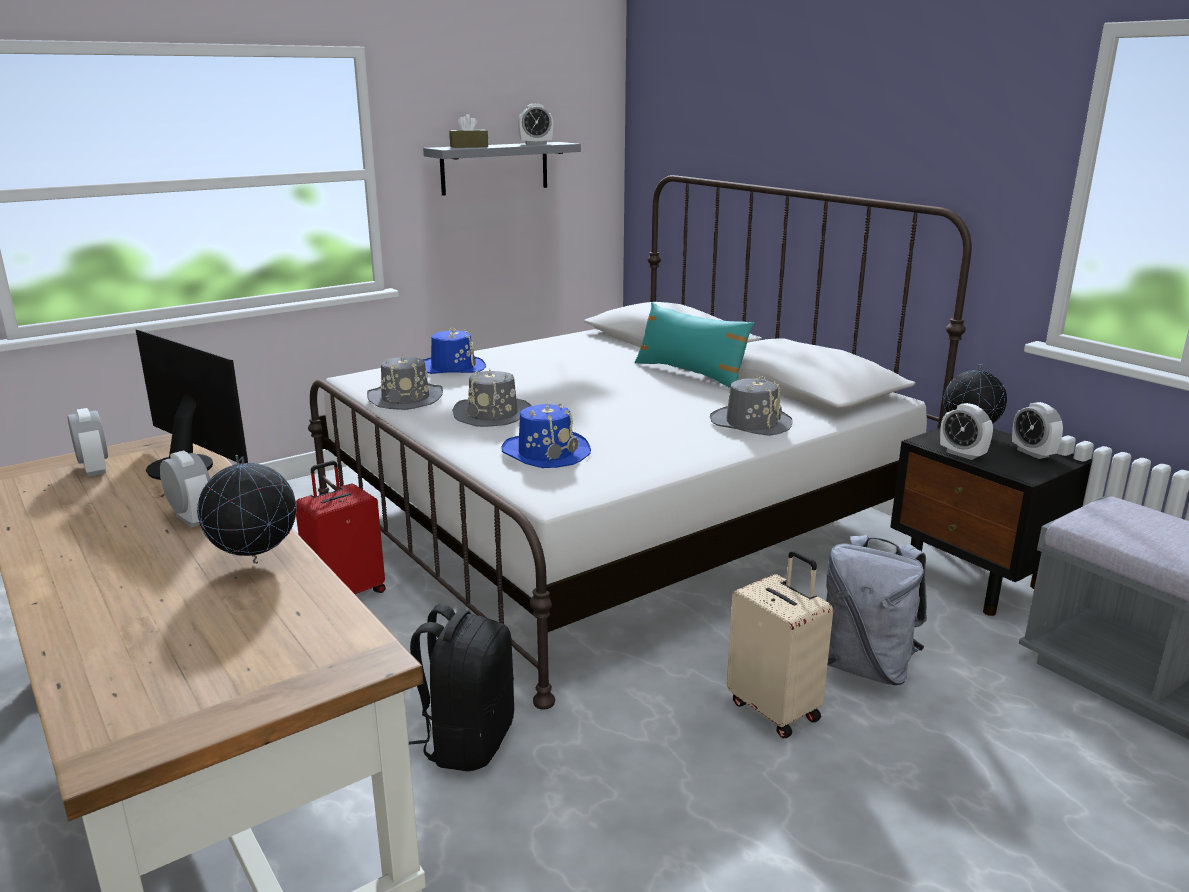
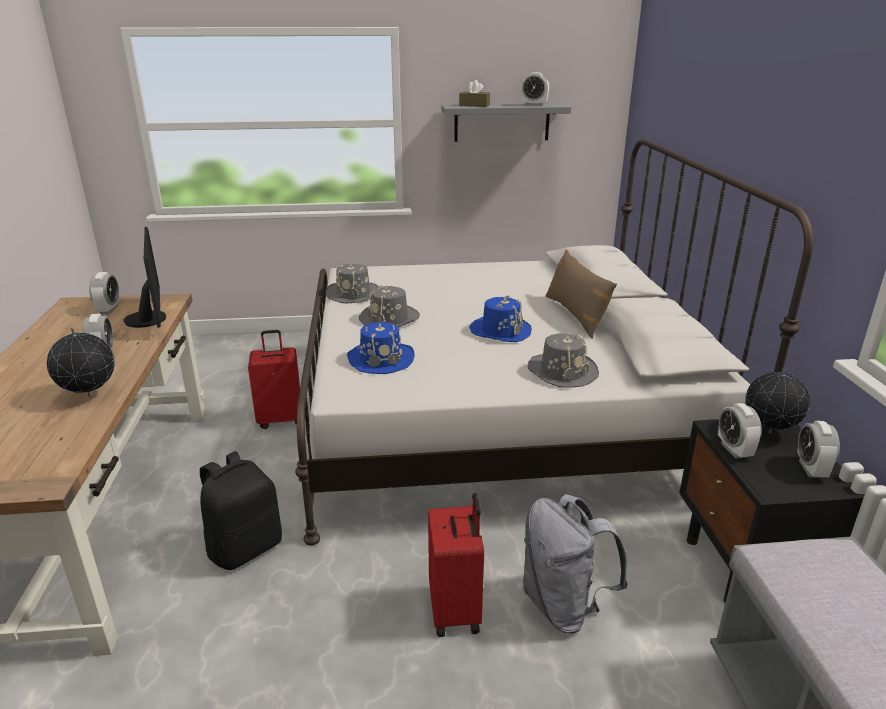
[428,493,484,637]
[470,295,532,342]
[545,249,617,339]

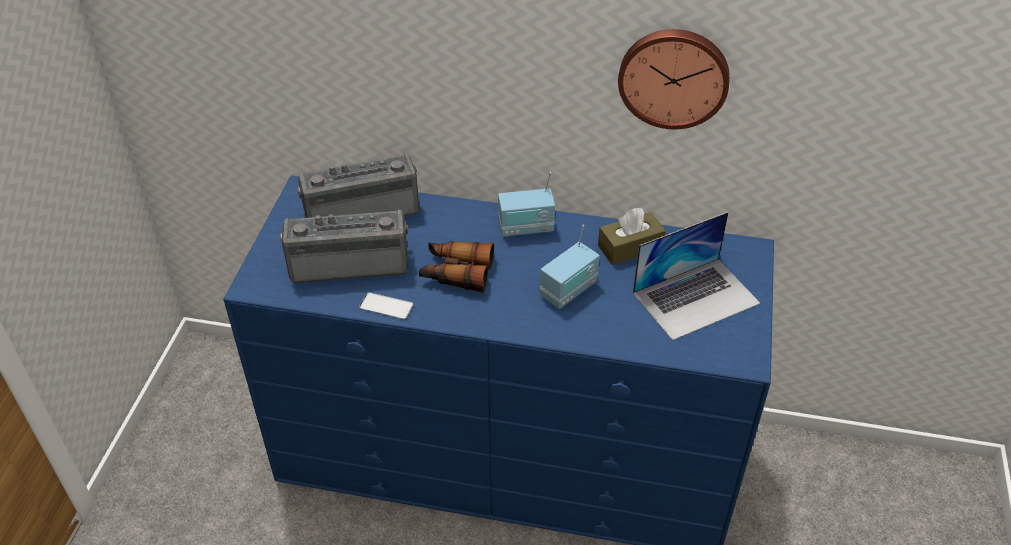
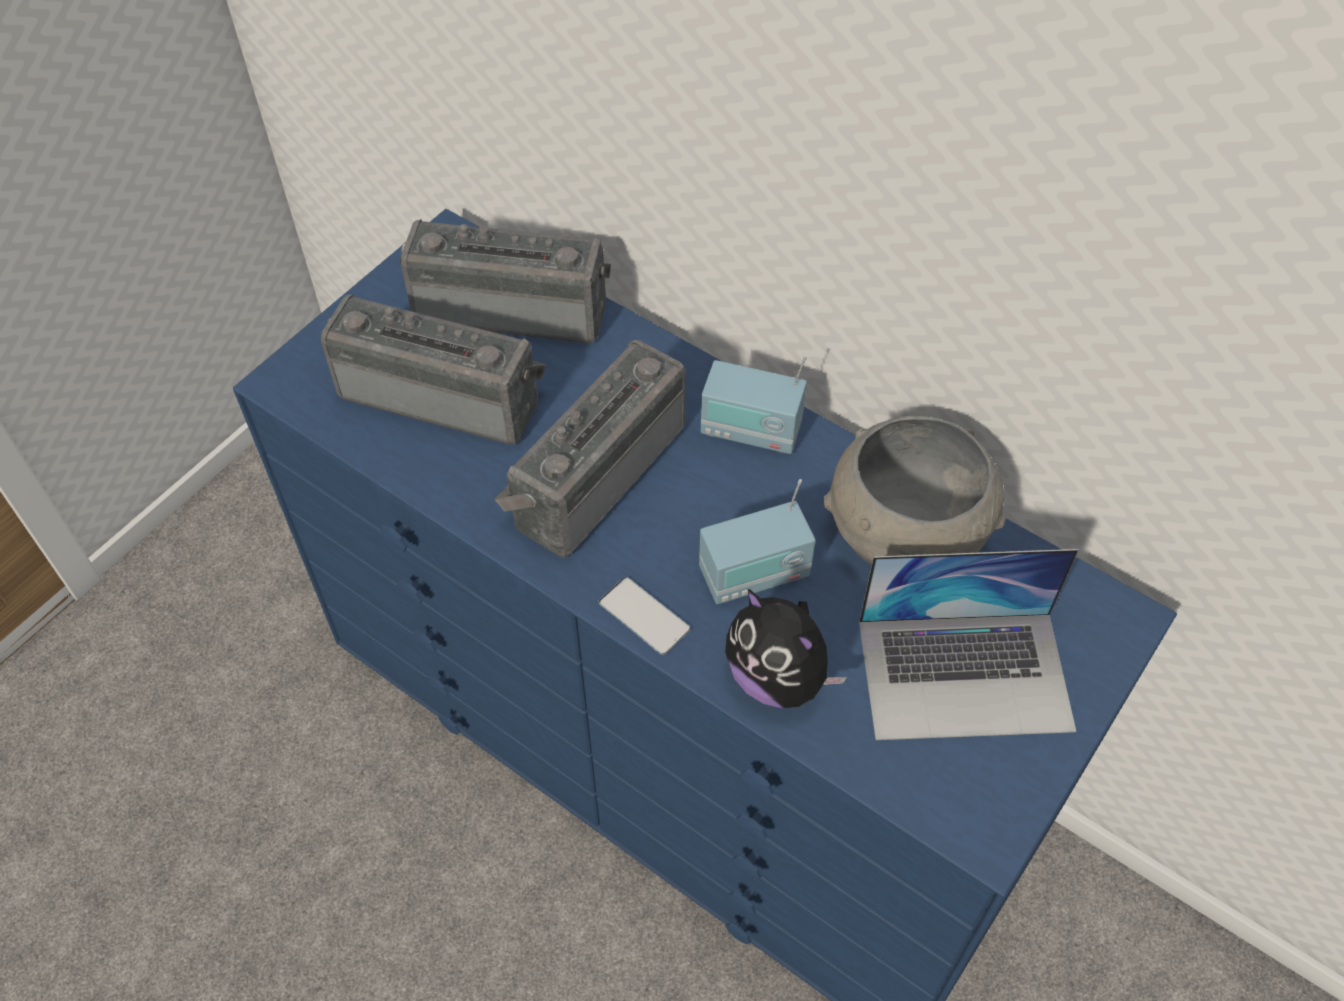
[494,340,685,558]
[598,577,691,655]
[725,588,847,708]
[824,416,1006,565]
[618,29,730,129] (first image)

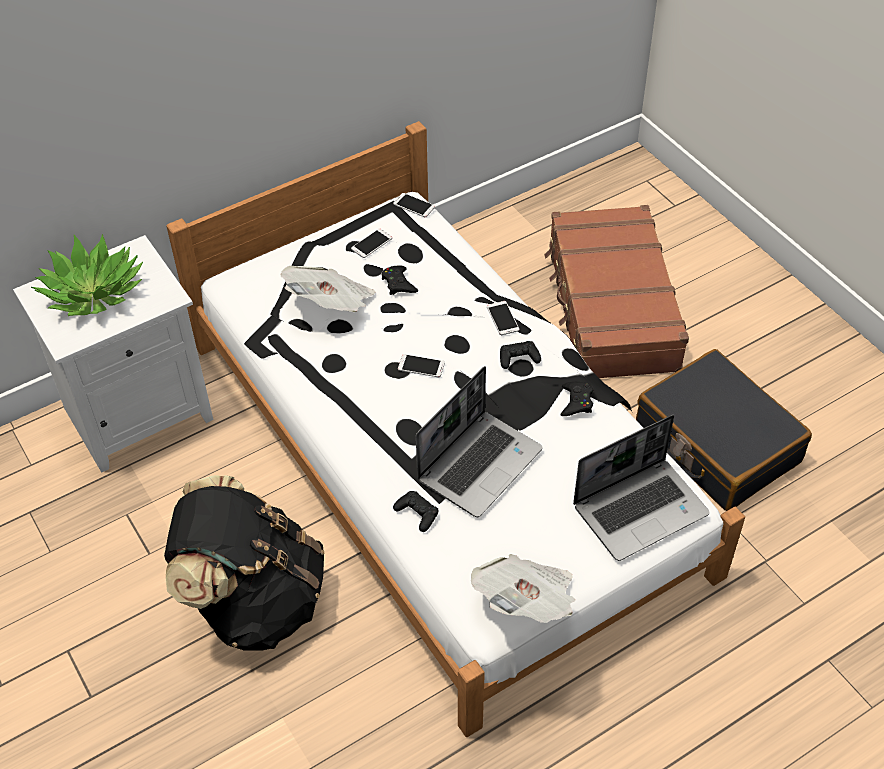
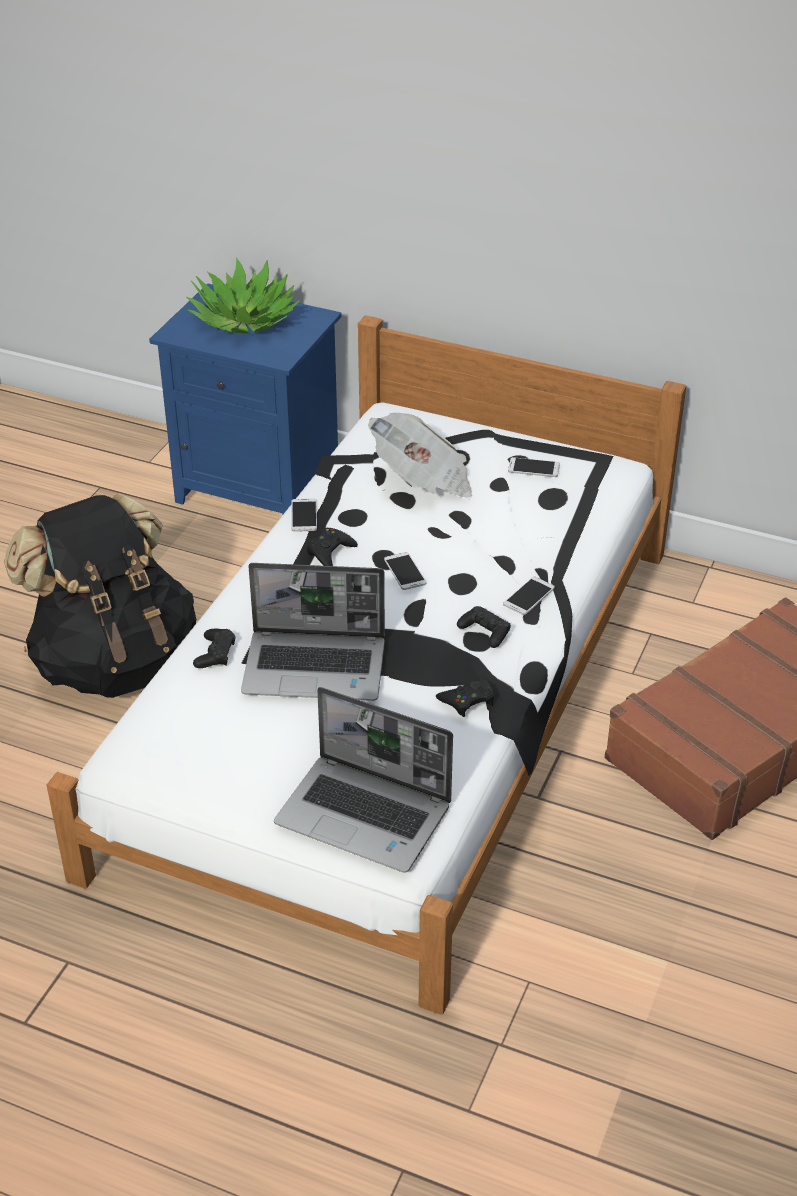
[149,283,342,514]
[291,498,317,532]
[306,528,358,566]
[471,554,575,623] (first image)
[636,349,812,511] (first image)

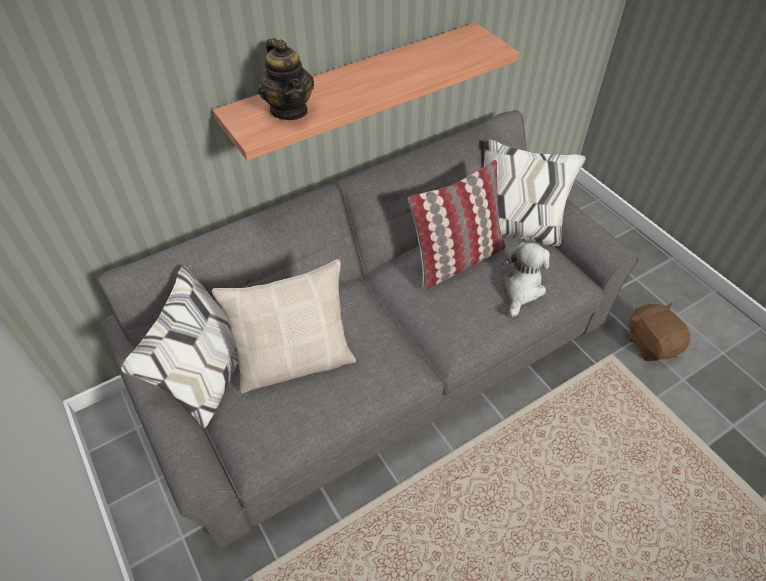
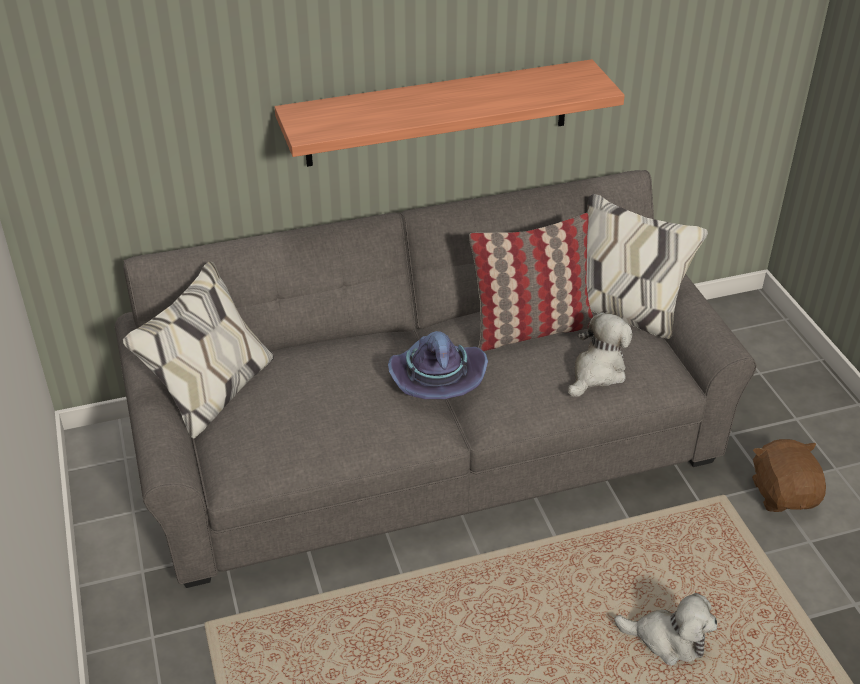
[388,331,488,399]
[614,593,717,666]
[212,259,356,394] (first image)
[258,38,314,120] (first image)

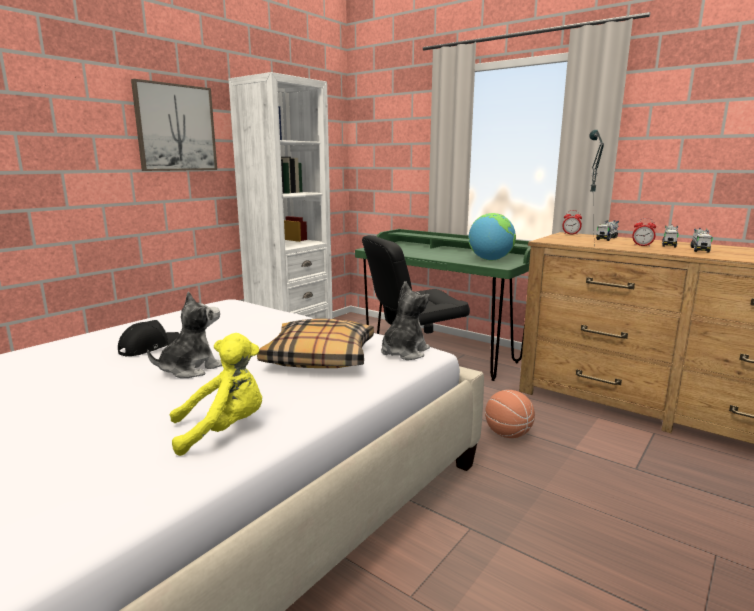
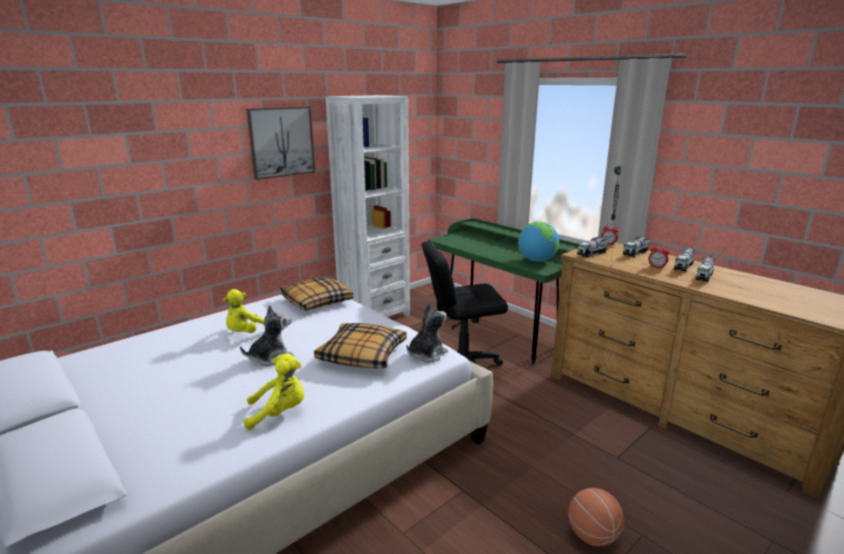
[223,289,264,333]
[281,277,353,311]
[568,488,624,547]
[577,237,608,257]

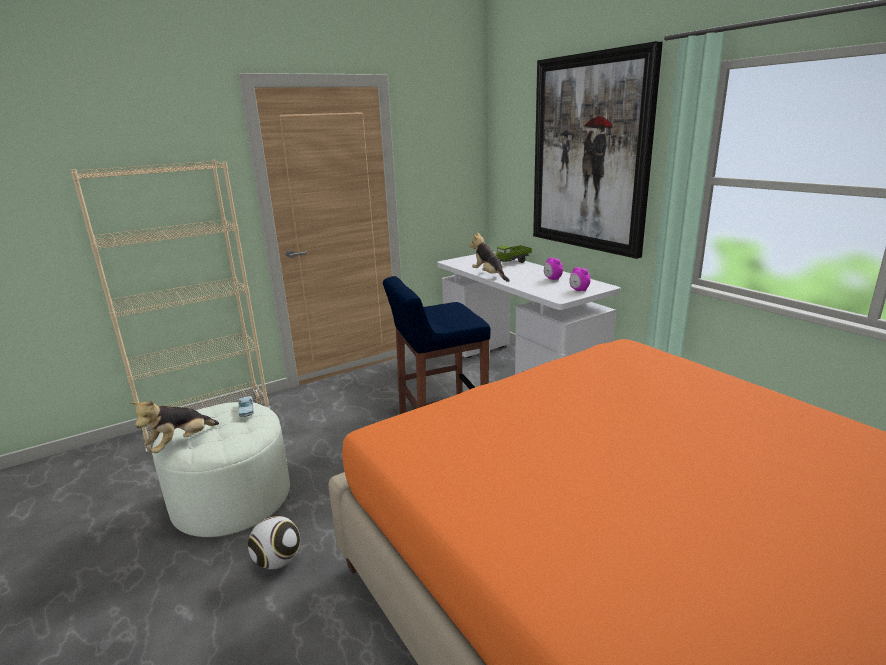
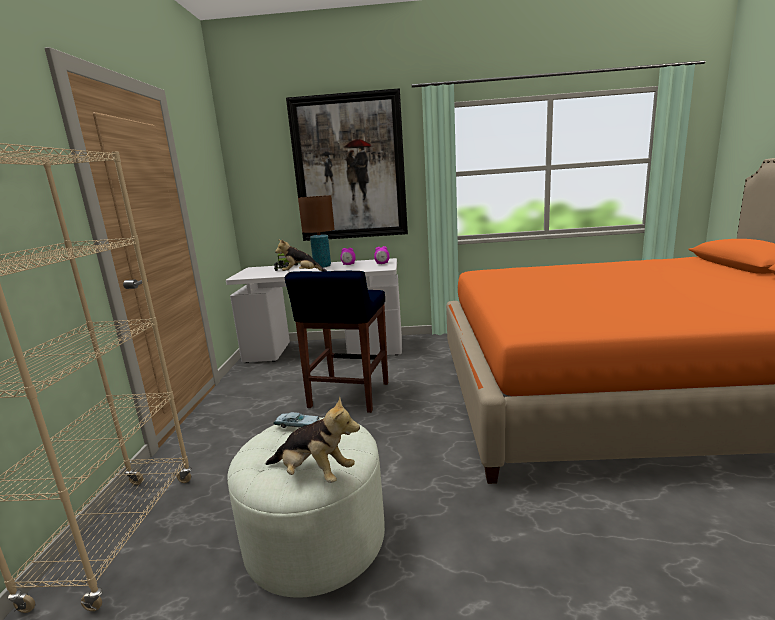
[266,397,360,483]
[298,195,335,268]
[248,516,300,569] (first image)

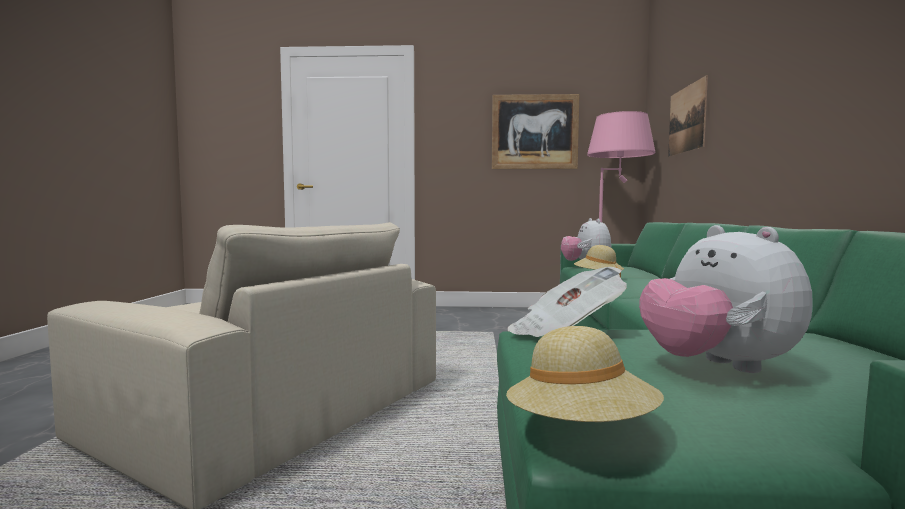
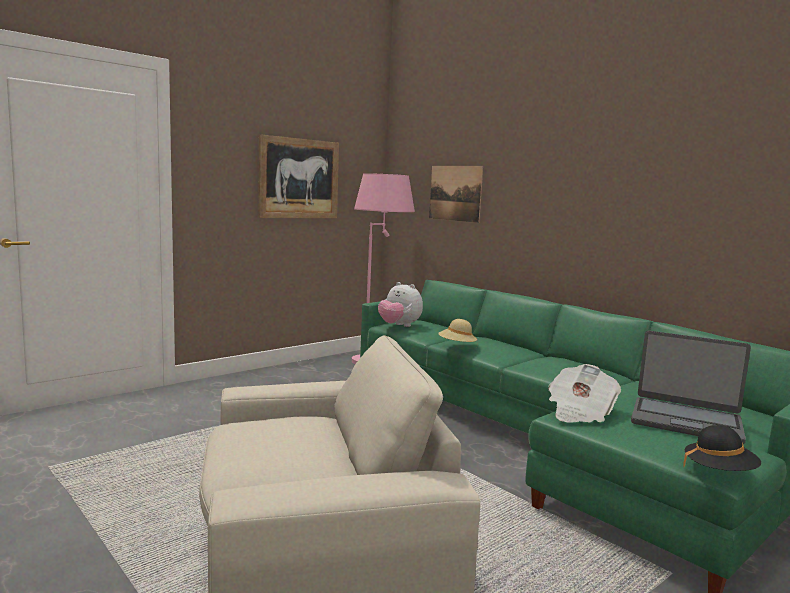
[631,331,751,444]
[683,425,761,471]

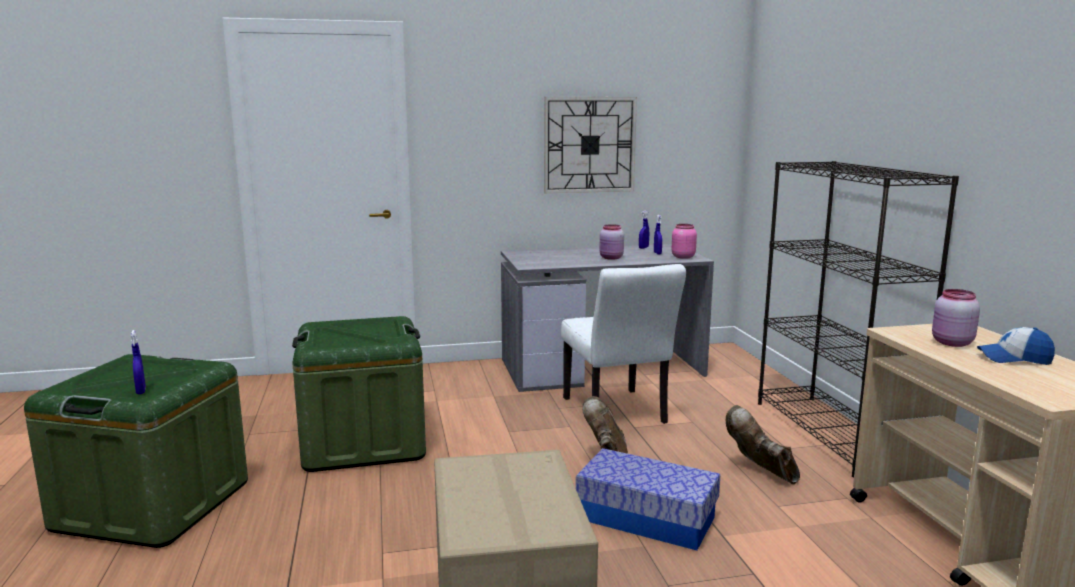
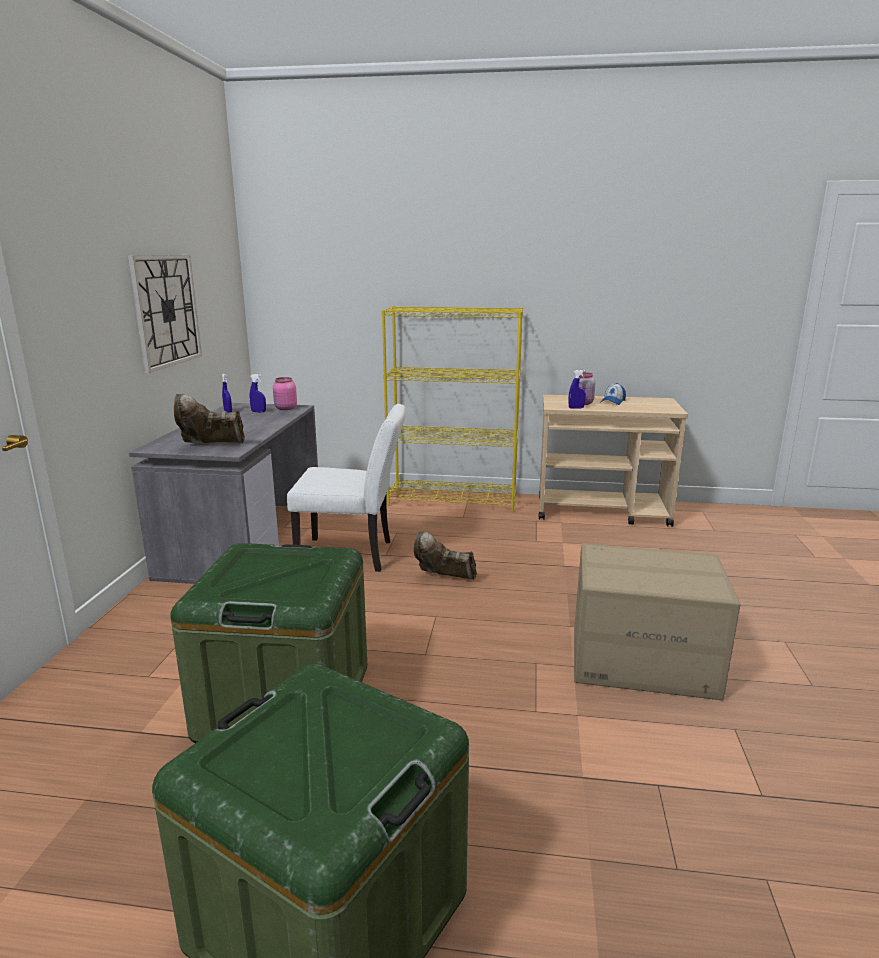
[174,394,245,443]
[381,306,523,512]
[569,370,586,409]
[576,448,720,550] (first image)
[599,224,624,260] (first image)

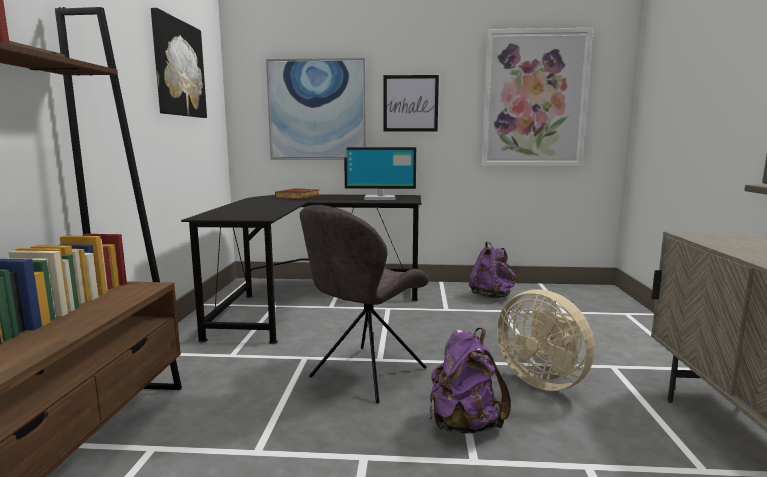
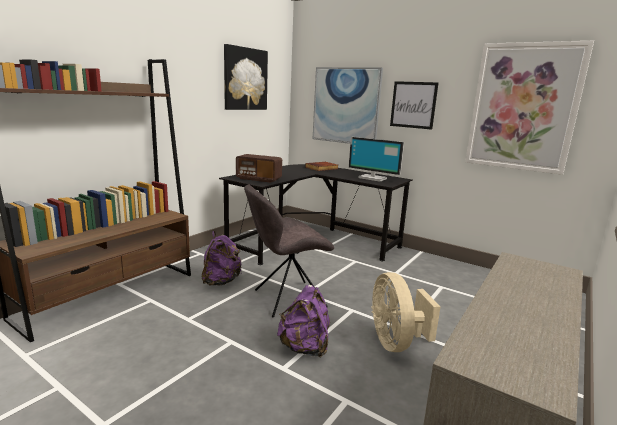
[202,231,242,286]
[236,154,282,183]

